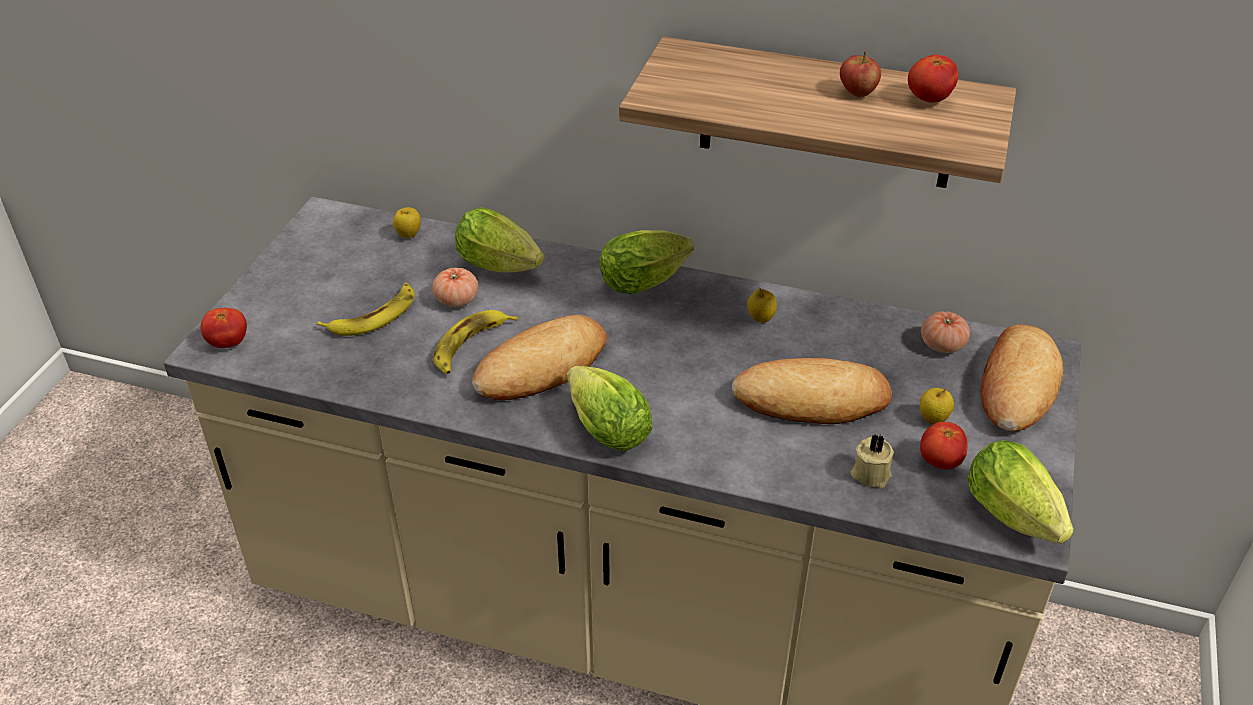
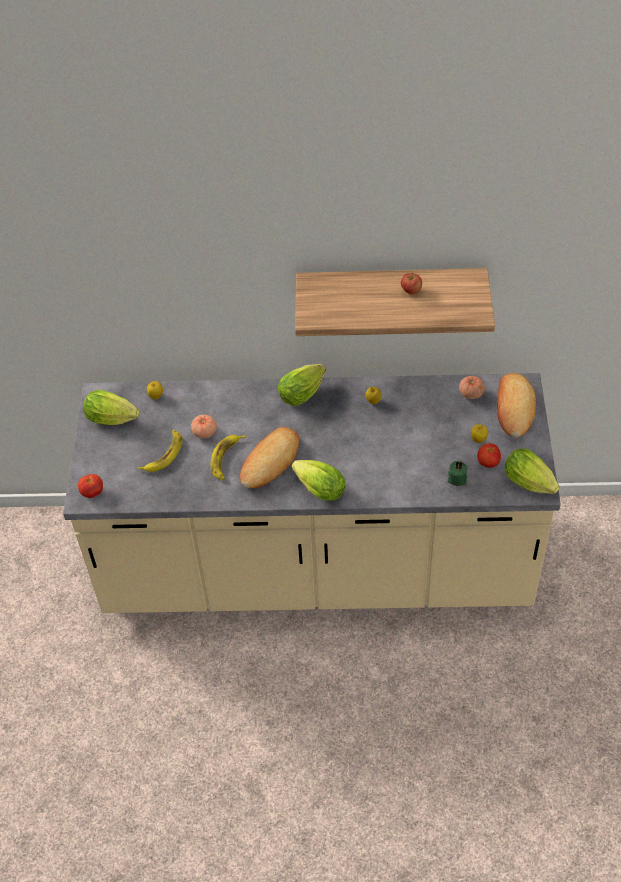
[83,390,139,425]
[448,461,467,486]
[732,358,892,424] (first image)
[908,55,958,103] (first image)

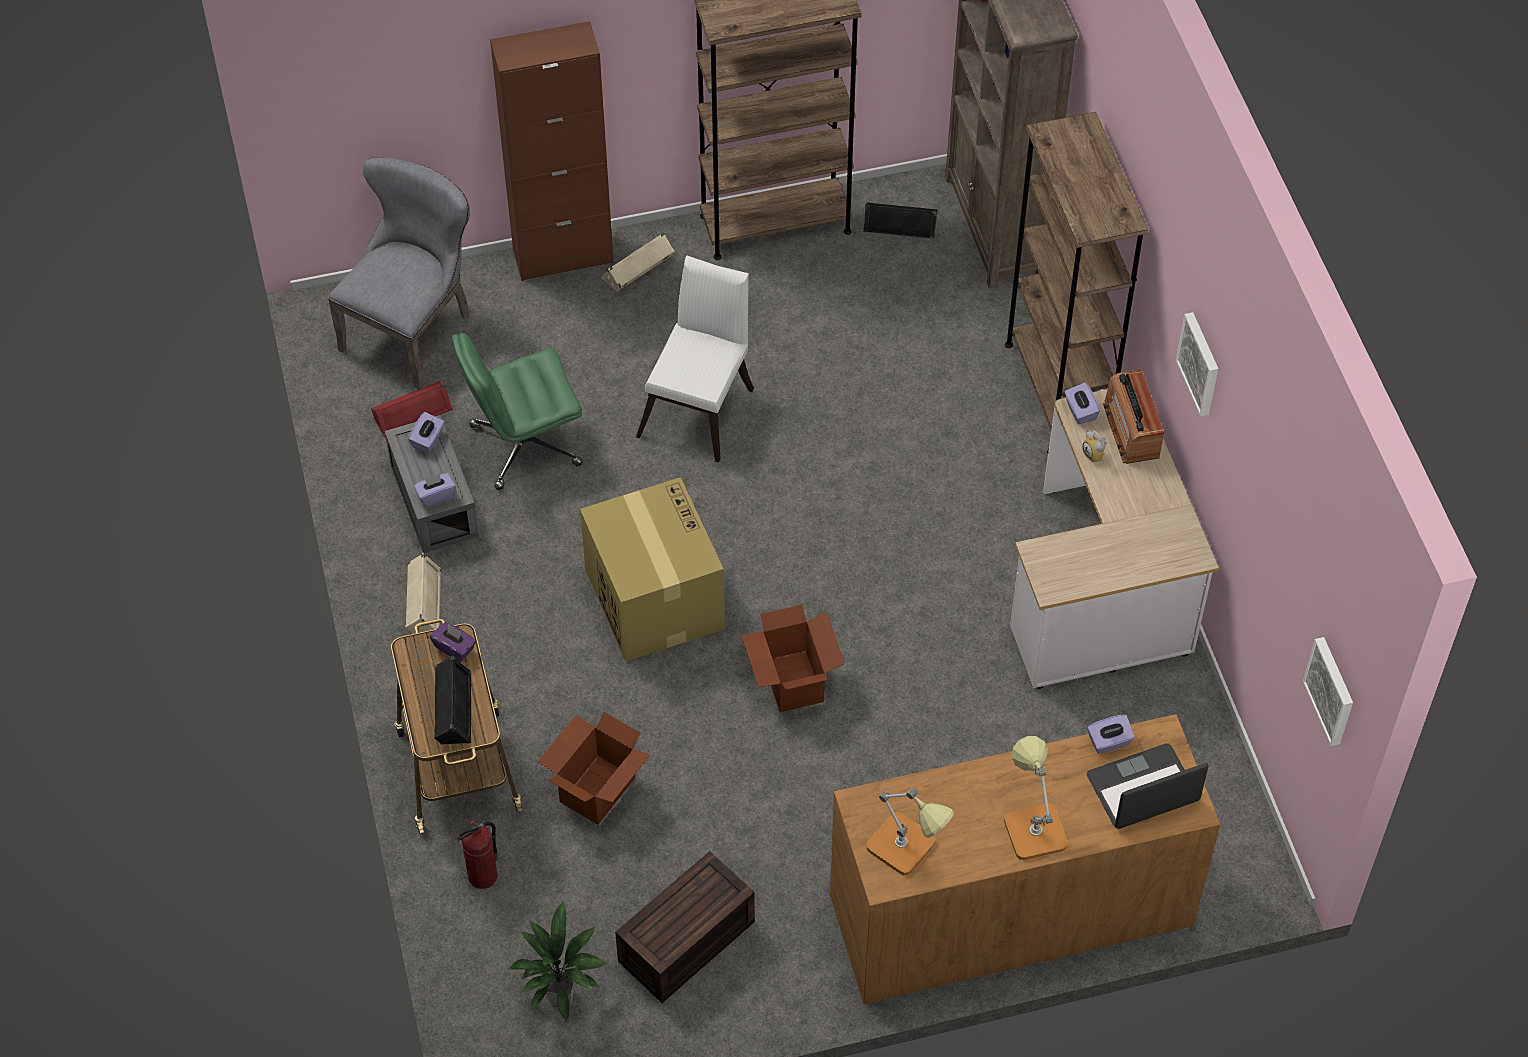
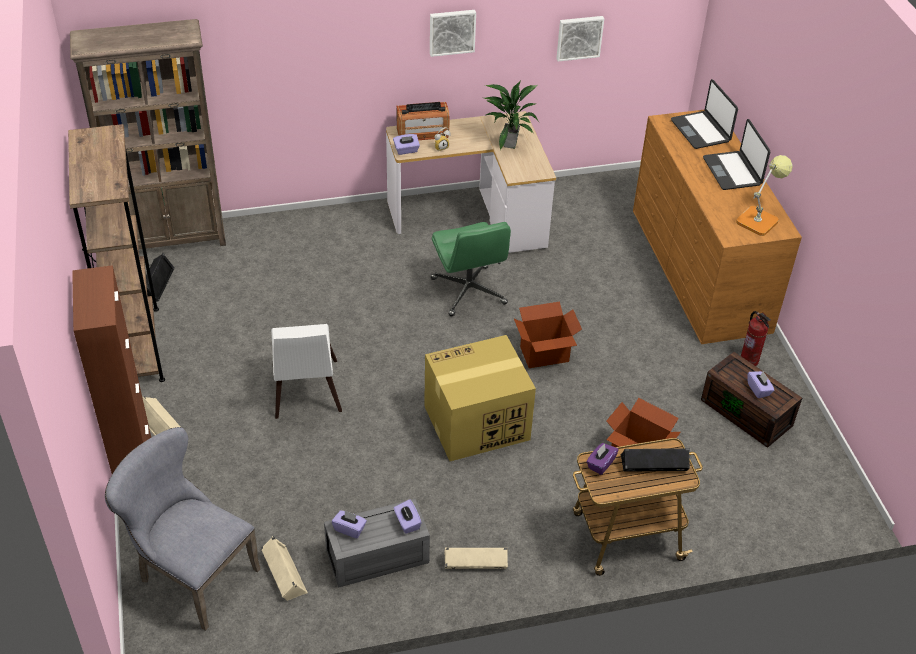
[261,536,308,601]
[271,324,342,419]
[431,222,511,317]
[484,81,540,150]
[556,16,604,61]
[703,119,770,190]
[741,311,771,366]
[747,371,774,398]
[1005,112,1148,453] (first image)

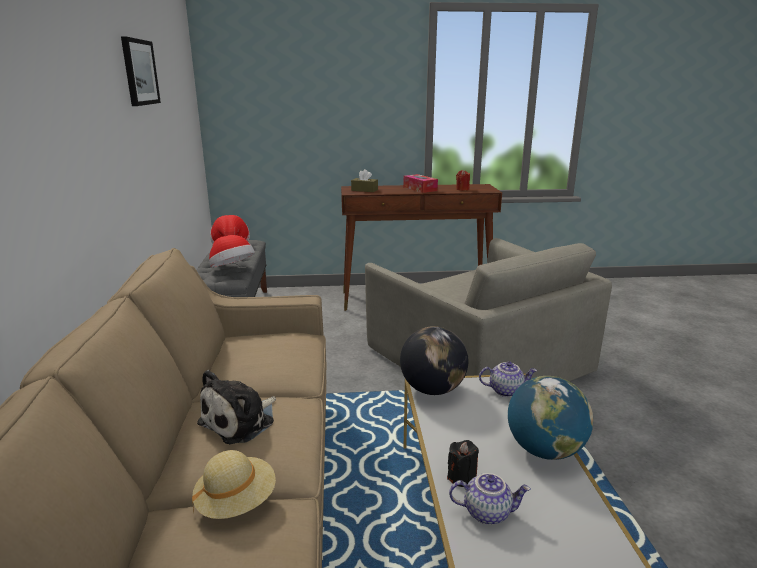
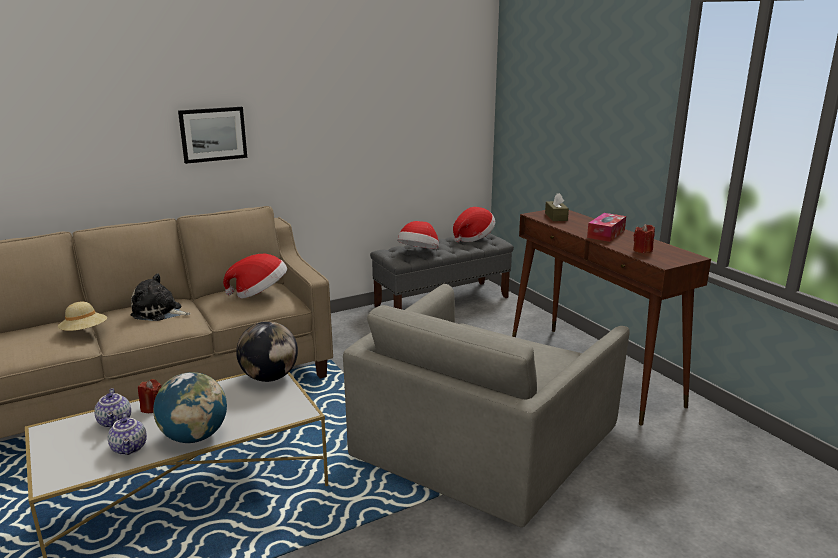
[108,412,147,455]
[138,379,162,413]
[178,107,247,164]
[223,254,287,298]

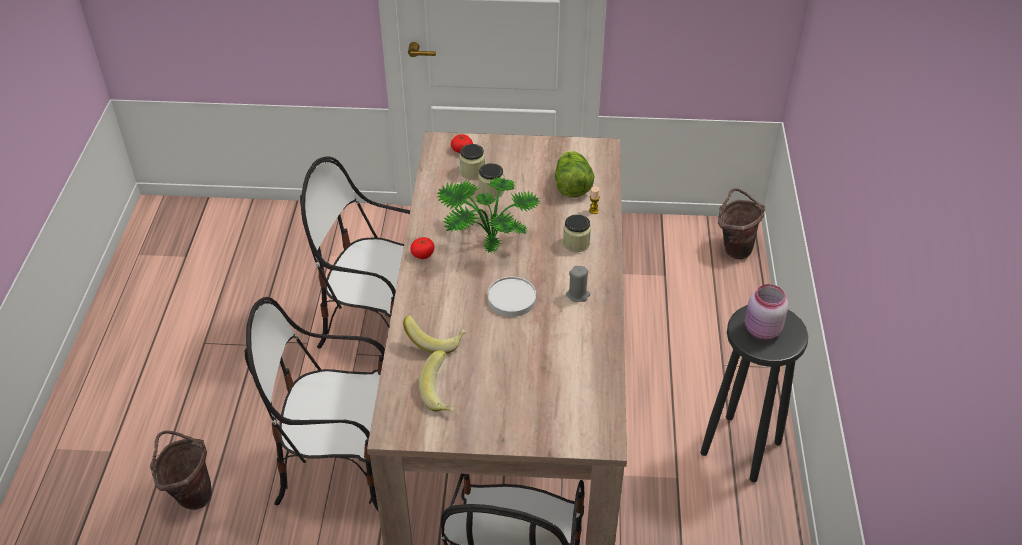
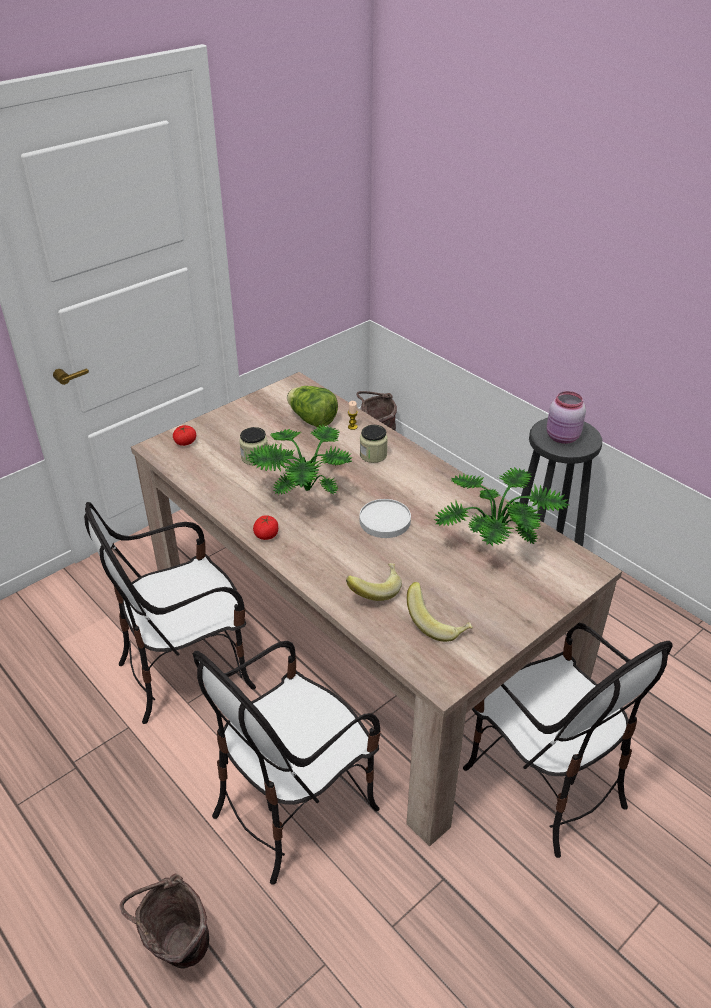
[434,467,569,546]
[459,144,485,179] (first image)
[566,266,590,302] (first image)

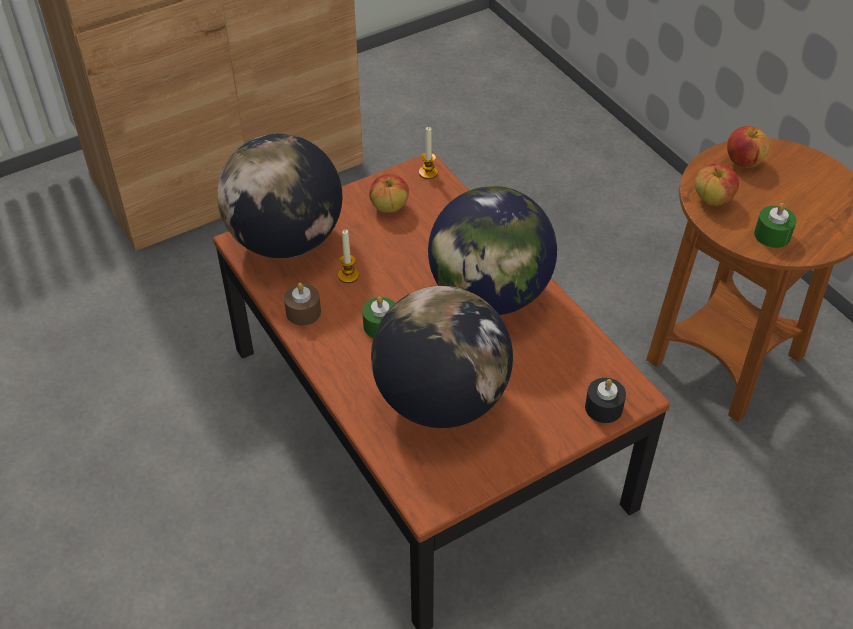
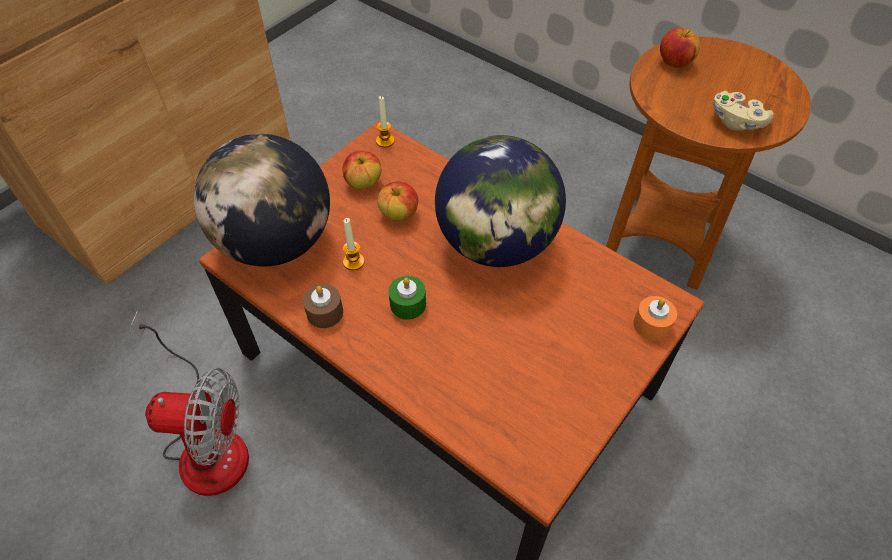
[131,311,249,496]
[377,182,418,221]
[633,296,677,341]
[713,91,774,131]
[371,286,513,428] (first image)

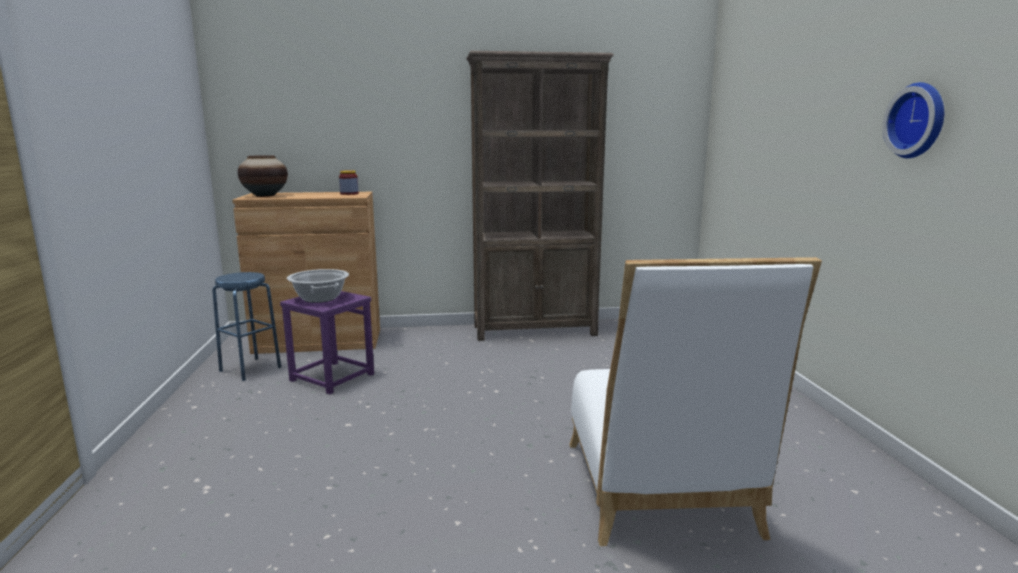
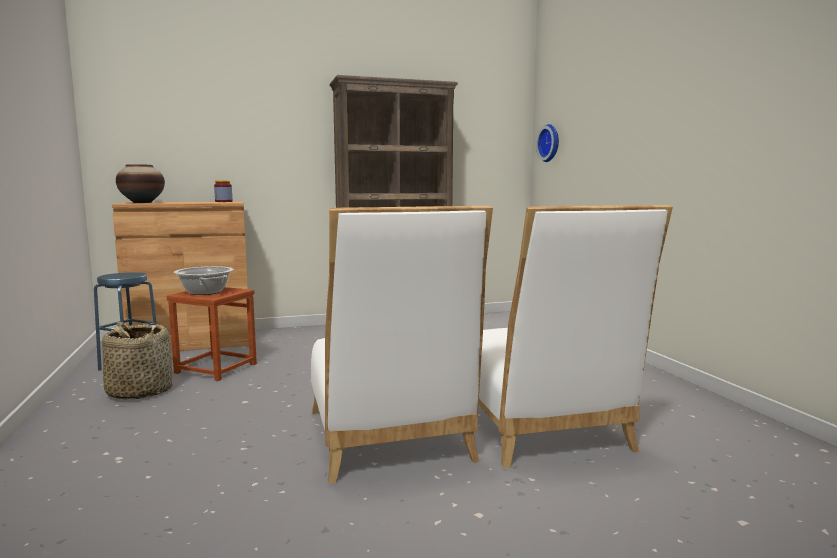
[102,322,173,400]
[167,287,257,381]
[311,206,493,484]
[536,124,559,162]

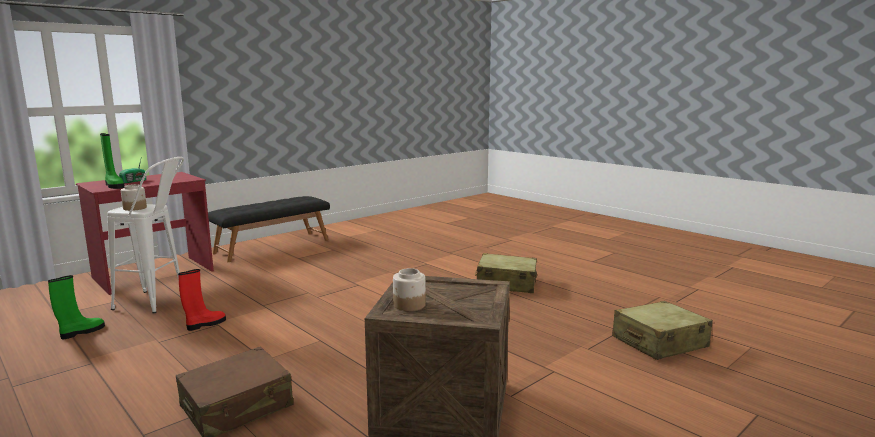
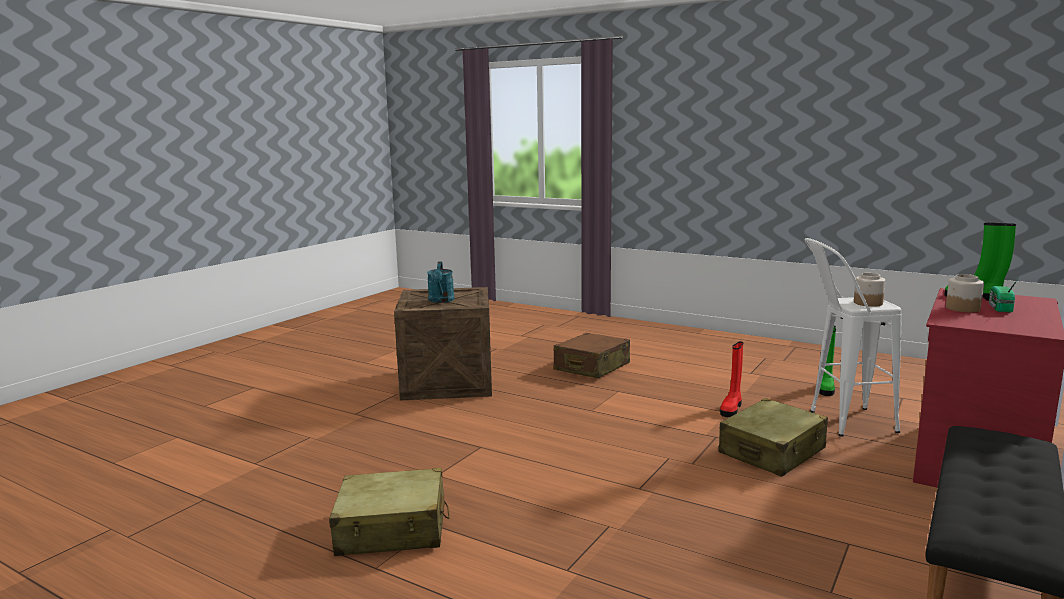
[427,261,455,303]
[718,398,828,477]
[946,274,984,312]

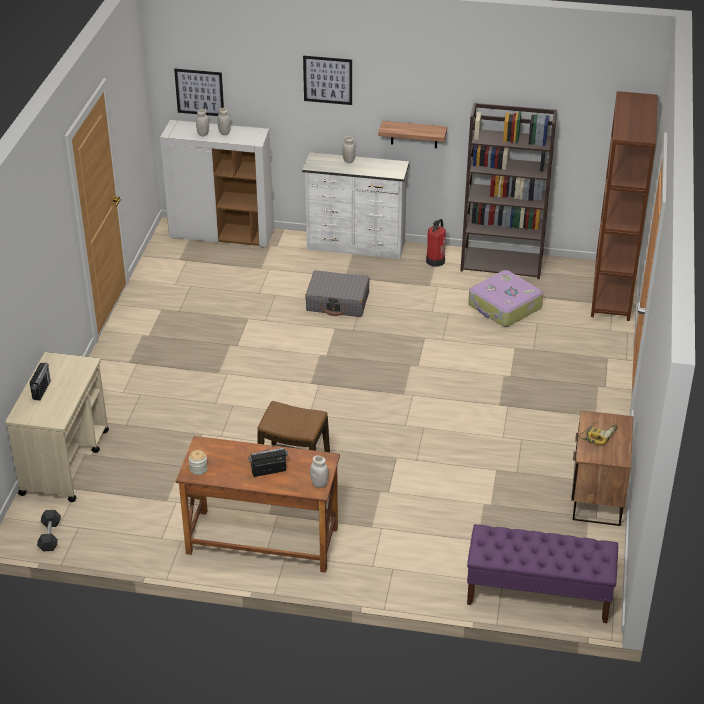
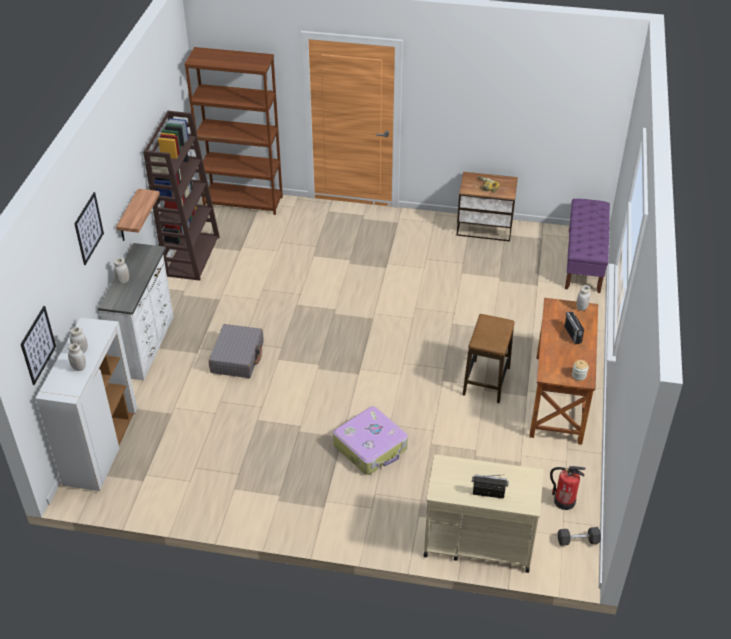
[333,406,408,475]
[550,466,586,510]

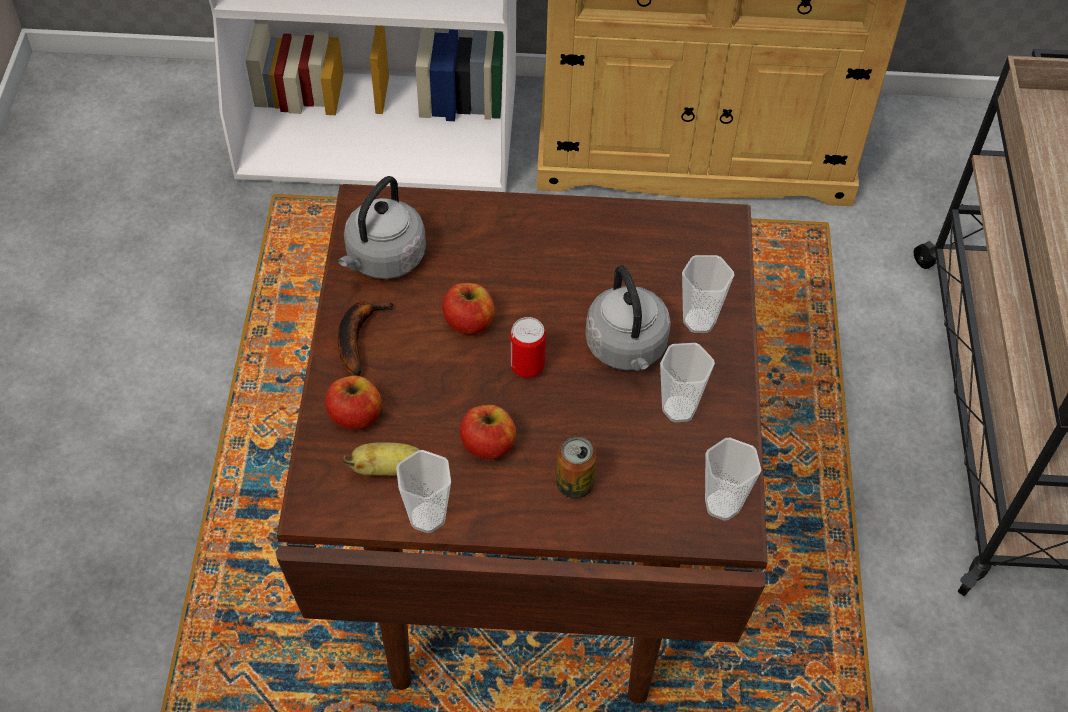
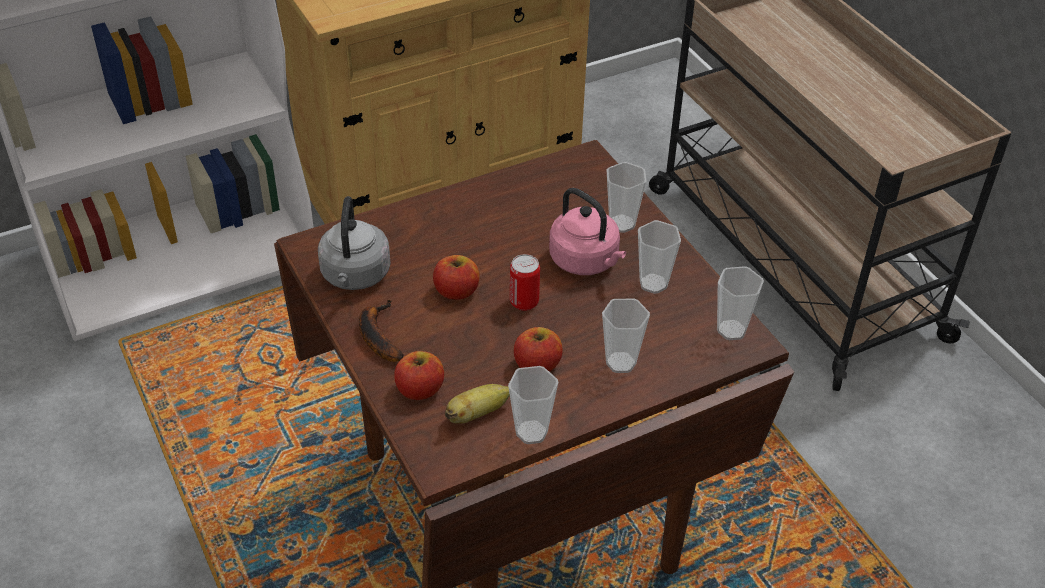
[549,188,626,275]
[602,299,650,373]

